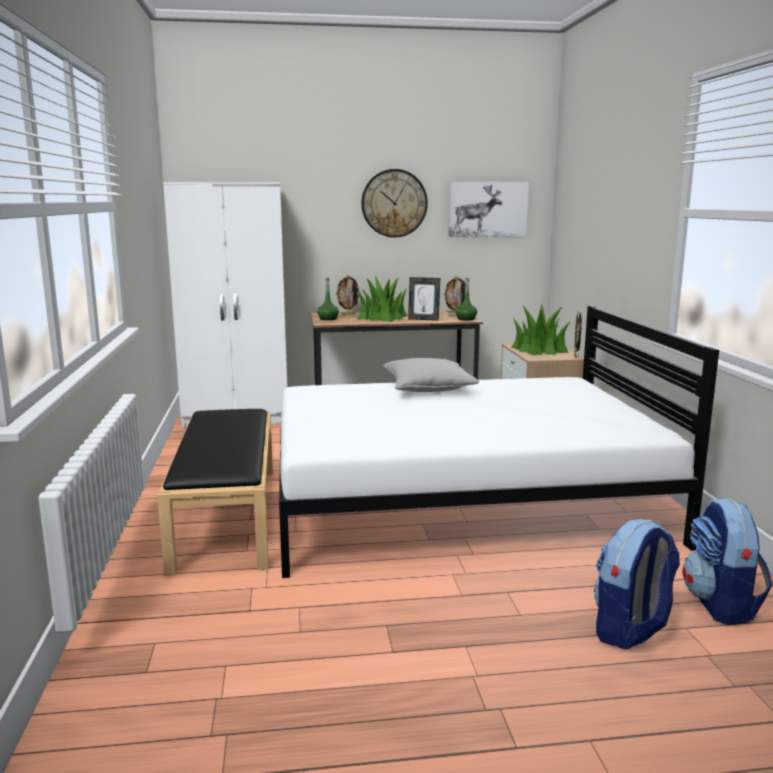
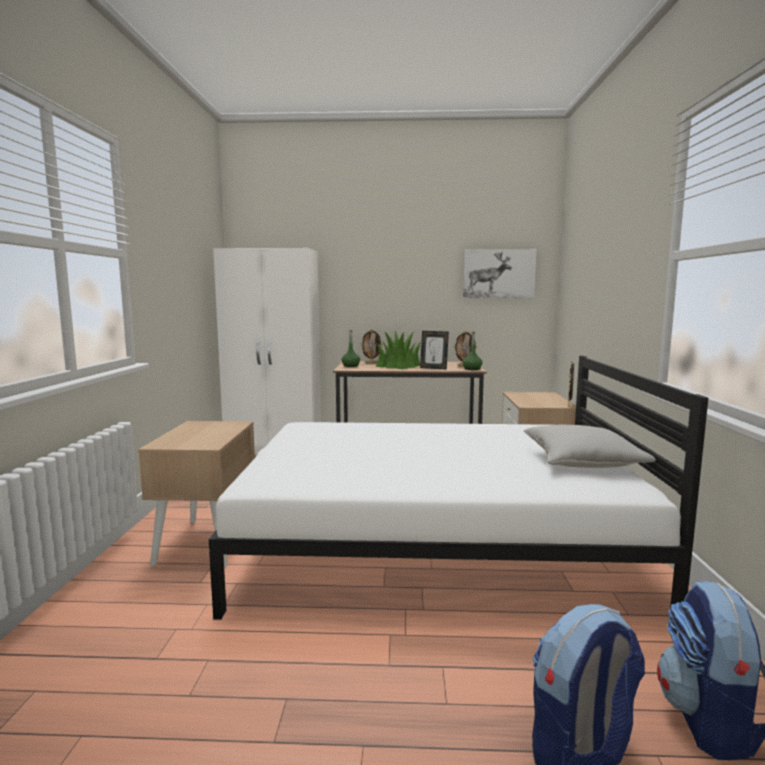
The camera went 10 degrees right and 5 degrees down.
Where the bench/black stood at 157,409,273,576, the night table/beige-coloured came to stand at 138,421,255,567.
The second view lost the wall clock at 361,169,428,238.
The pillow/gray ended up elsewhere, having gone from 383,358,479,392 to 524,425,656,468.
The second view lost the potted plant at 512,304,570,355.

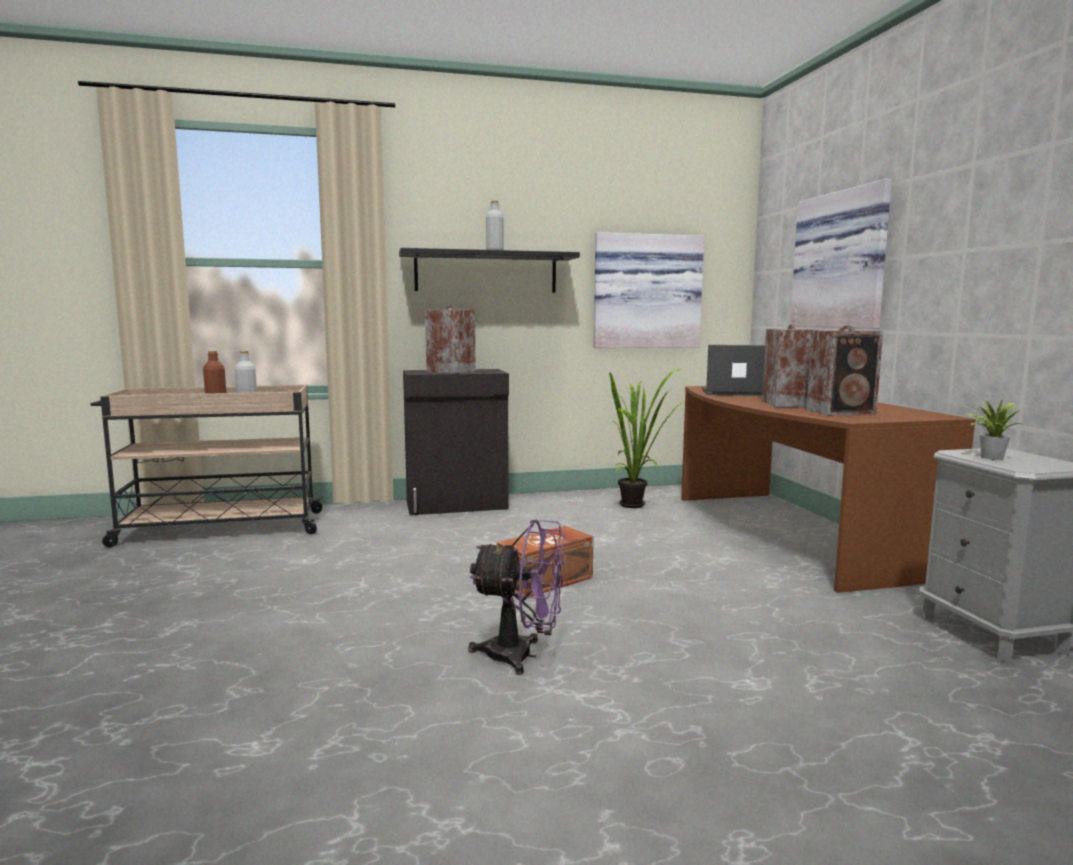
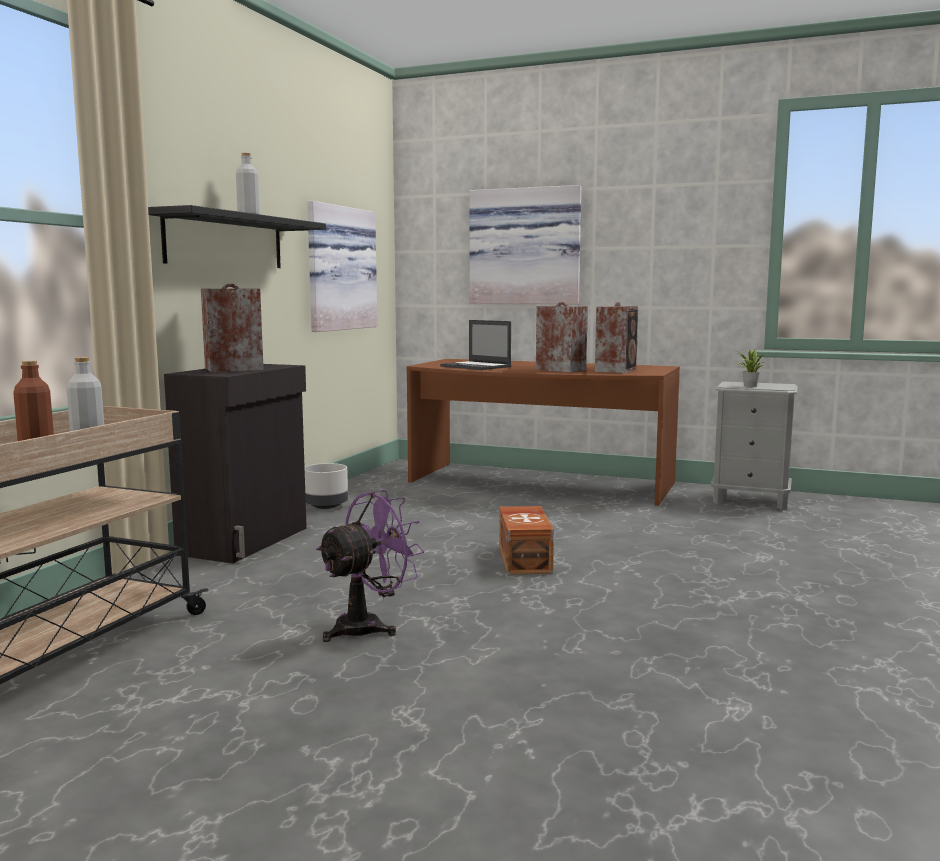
The camera went 55 degrees left and 0 degrees up.
The electric fan/purple ended up elsewhere, having gone from 469,520,566,675 to 316,490,424,642.
The second view lost the potted plant at 610,369,683,508.
The notebook computer at 702,345,765,396 ended up facing another way, 90 degrees counterclockwise from before.
The second view gained the flower pot/gray at 305,463,348,509.

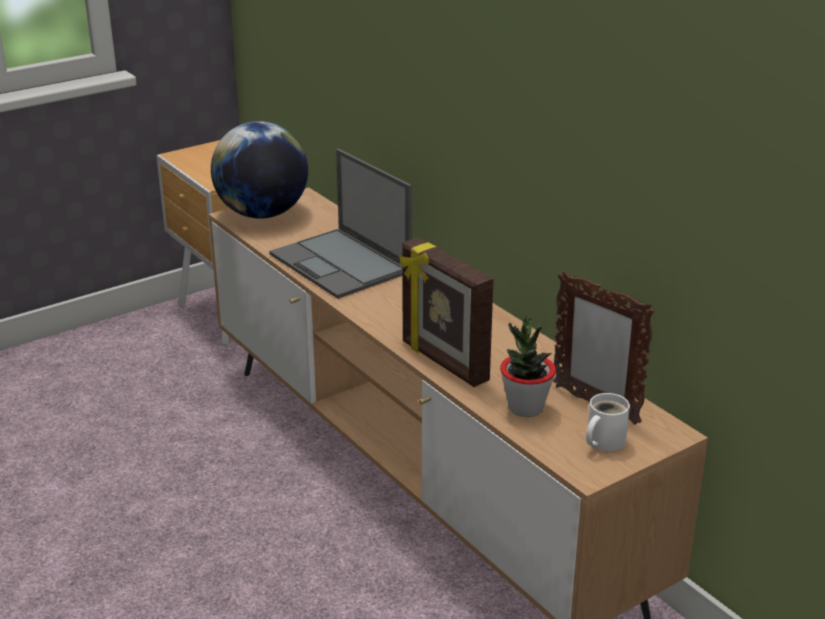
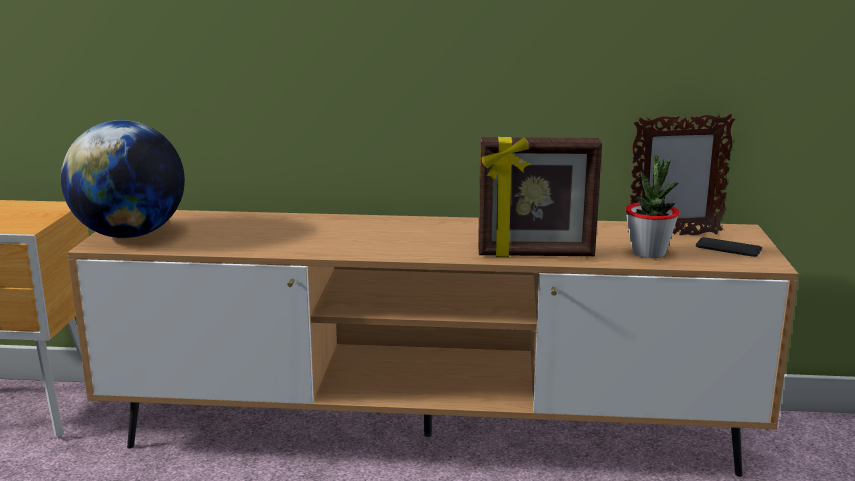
The camera went 50 degrees left and 10 degrees down.
The second view lost the notebook computer at 269,149,412,299.
Where the mug/white-coloured stood at 586,393,630,452, the telephone came to stand at 696,237,762,257.

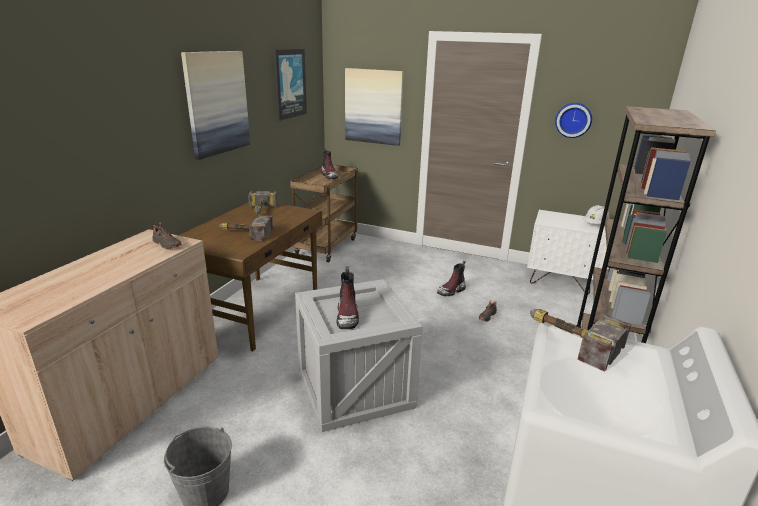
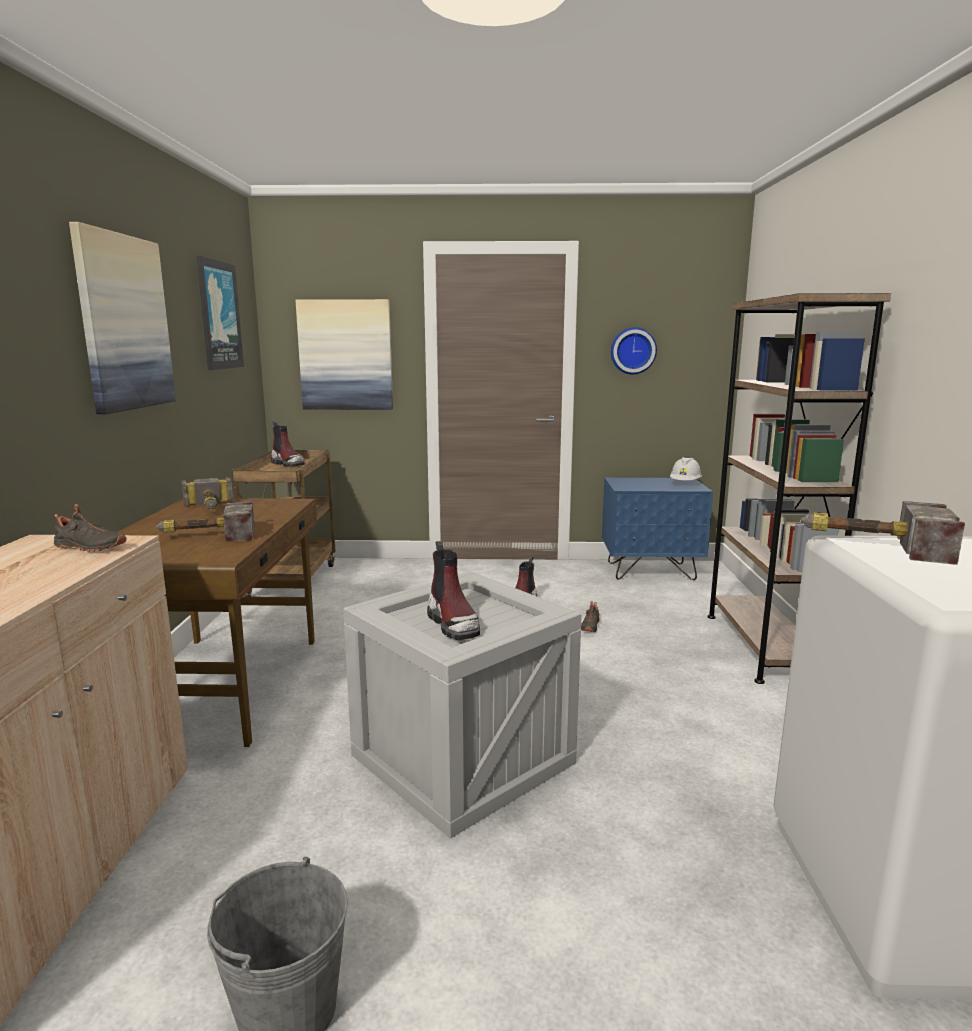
The camera went 20 degrees left and 10 degrees down.
What was the night table/white-coloured at 527,210,607,294 turned into the night table/blue at 602,478,713,580.

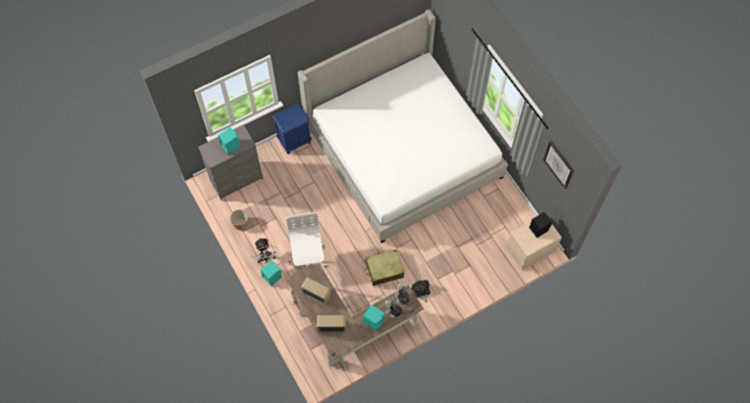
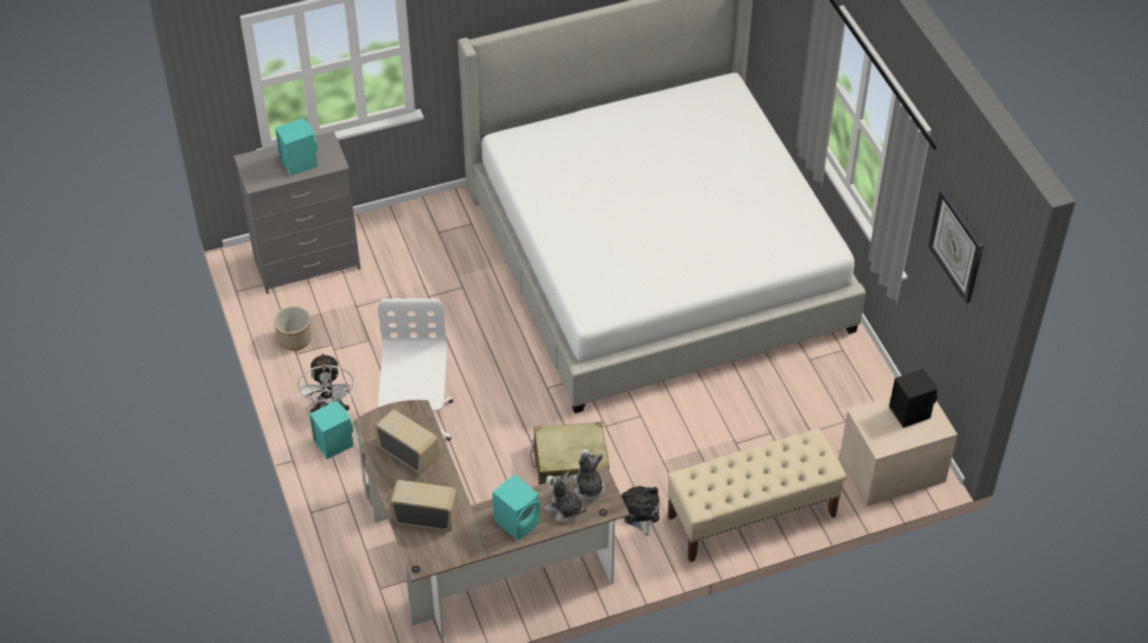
The camera went 10 degrees right and 15 degrees down.
The second view lost the night table/blue at 273,103,312,154.
The second view gained the bench/beige-coloured at 667,428,847,562.

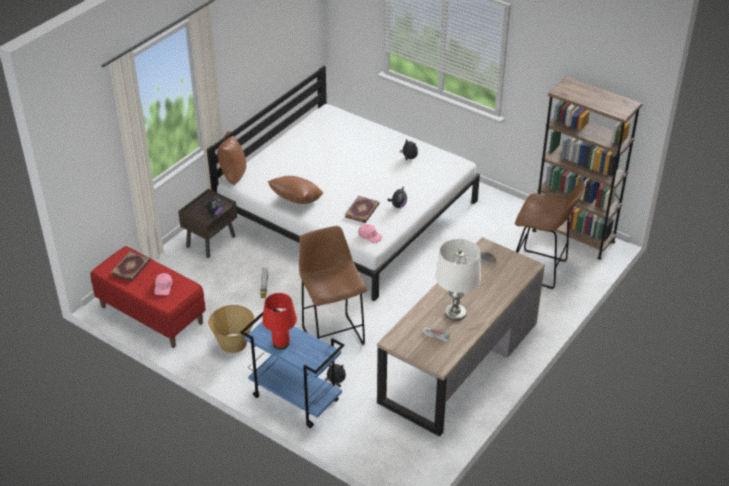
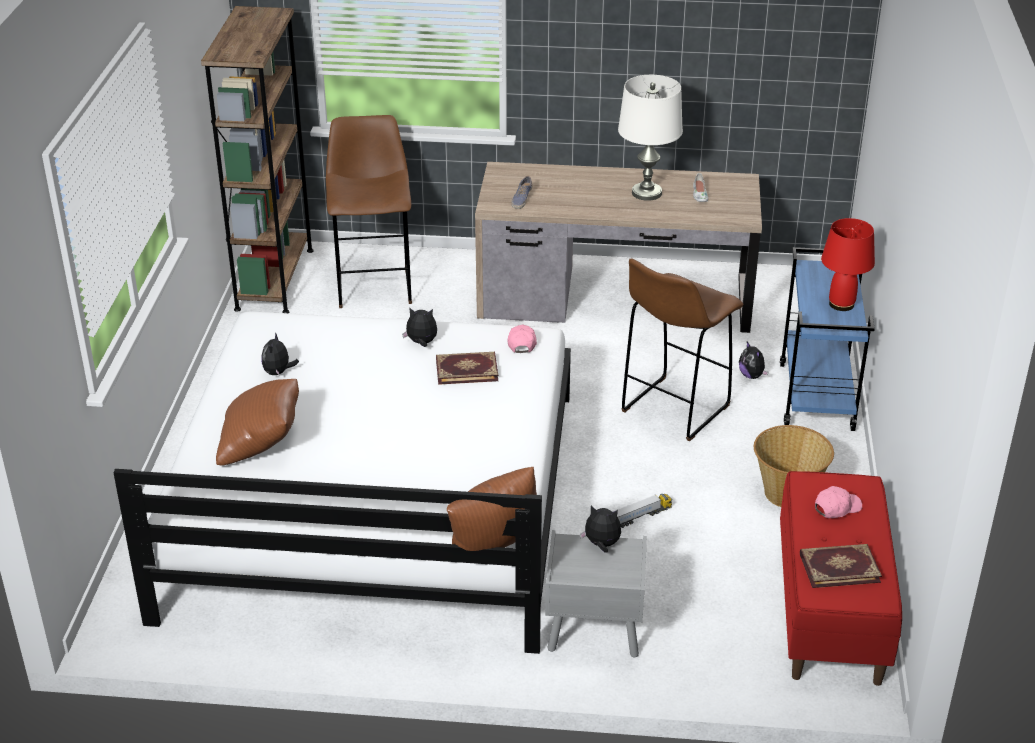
The camera went 120 degrees left and 5 degrees down.
What was the night table/brownish at 178,189,237,258 turned into the night table/gray at 545,530,647,658.
The pillow/brownish ended up elsewhere, having gone from 268,176,323,204 to 216,379,299,466.

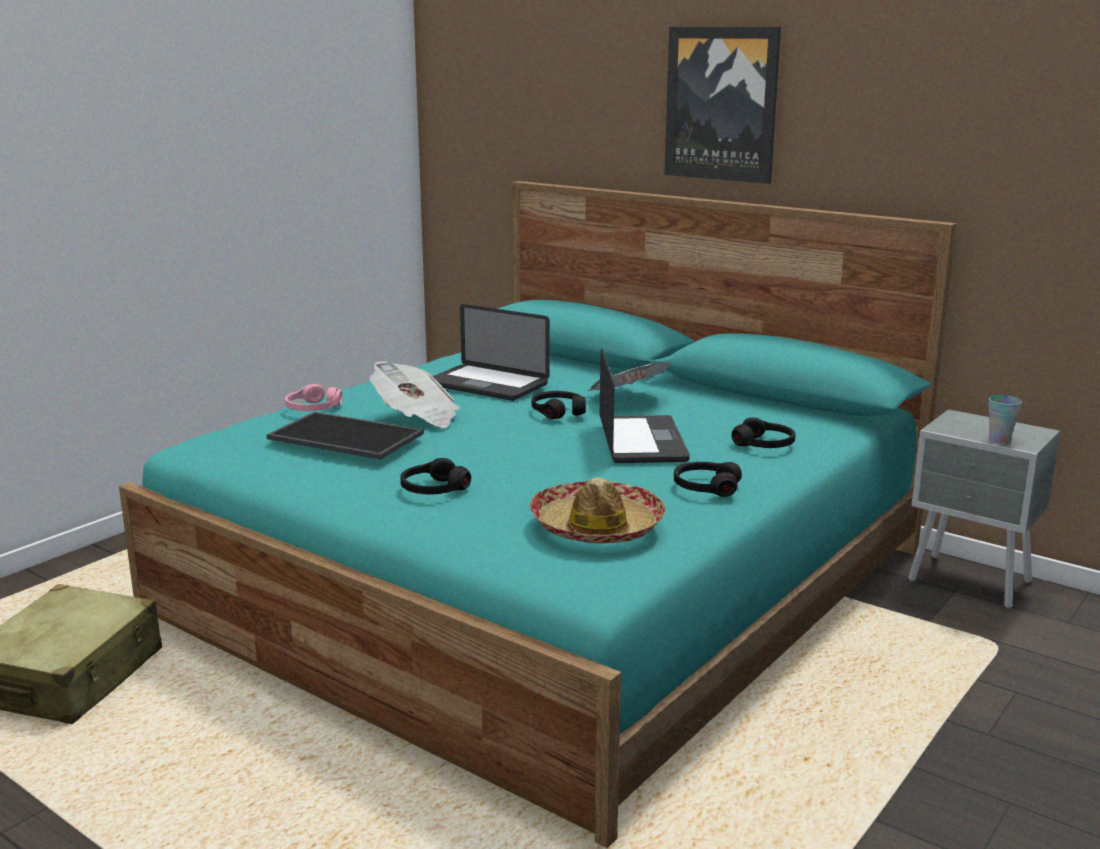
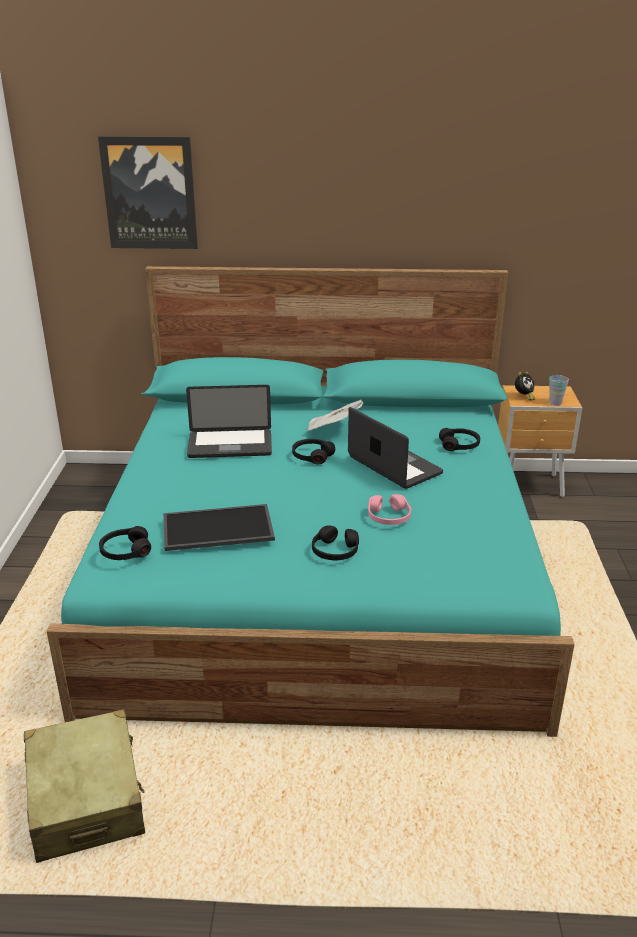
The camera went 35 degrees left and 10 degrees up.
The headphones/pinkish ended up elsewhere, having gone from 285,384,342,411 to 368,494,411,525.
The second view lost the printed paper at 370,361,460,428.
The second view lost the hat at 529,478,665,543.
The picture ended up elsewhere, having gone from 664,27,781,184 to 98,136,198,249.
The headphones/black ended up elsewhere, having gone from 674,462,742,497 to 99,526,151,560.
What was the night table/gray at 908,409,1060,609 turned into the night table/brownish at 498,385,582,497.
The second view gained the bedside clock at 515,372,535,401.

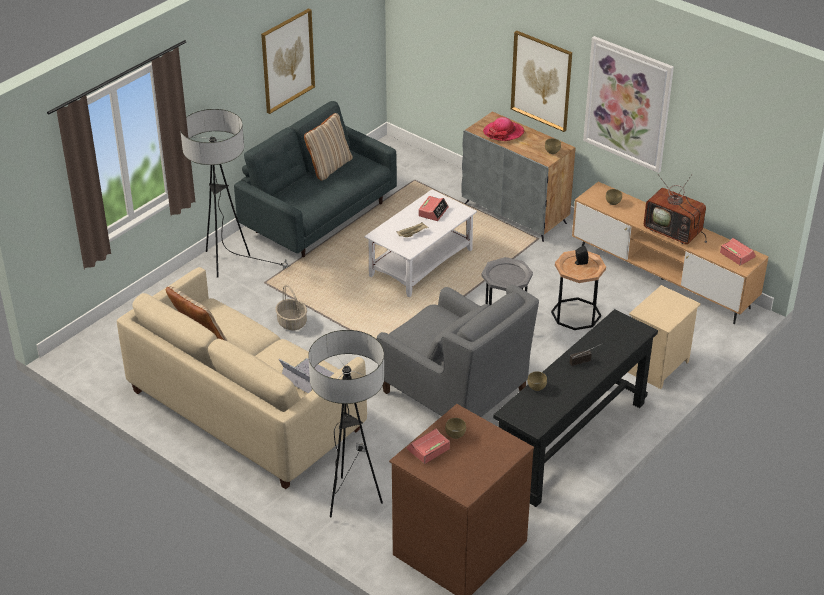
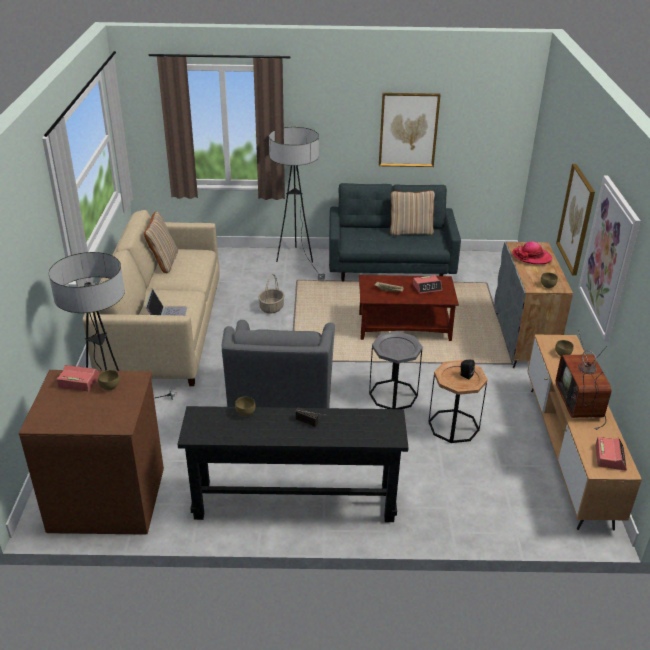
The camera went 50 degrees right and 5 degrees down.
What was the lounge table/white-coloured at 364,189,477,297 turned into the lounge table/brownish at 359,275,459,341.
The second view lost the night table/beige-coloured at 628,285,701,389.

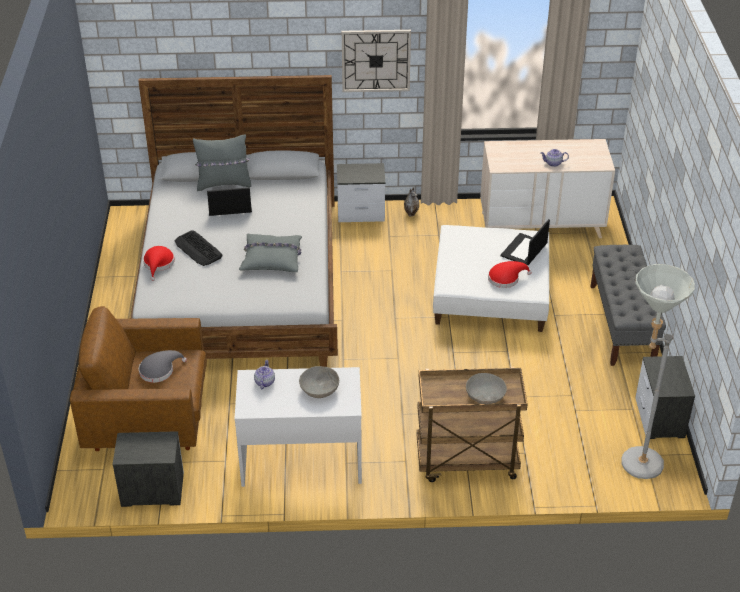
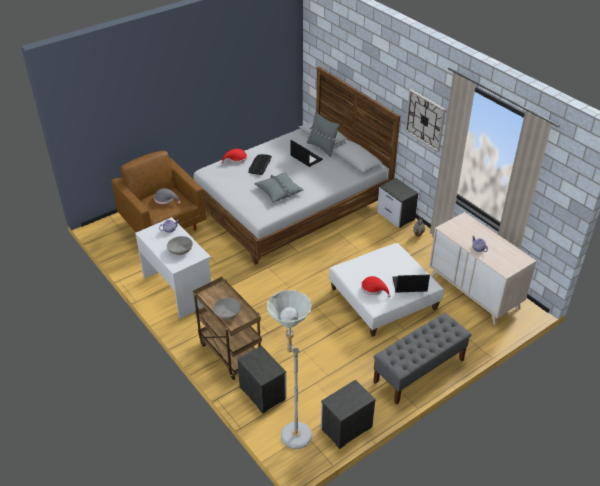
The camera went 55 degrees right and 0 degrees up.
The night table ended up elsewhere, having gone from 112,431,184,507 to 237,346,287,413.

